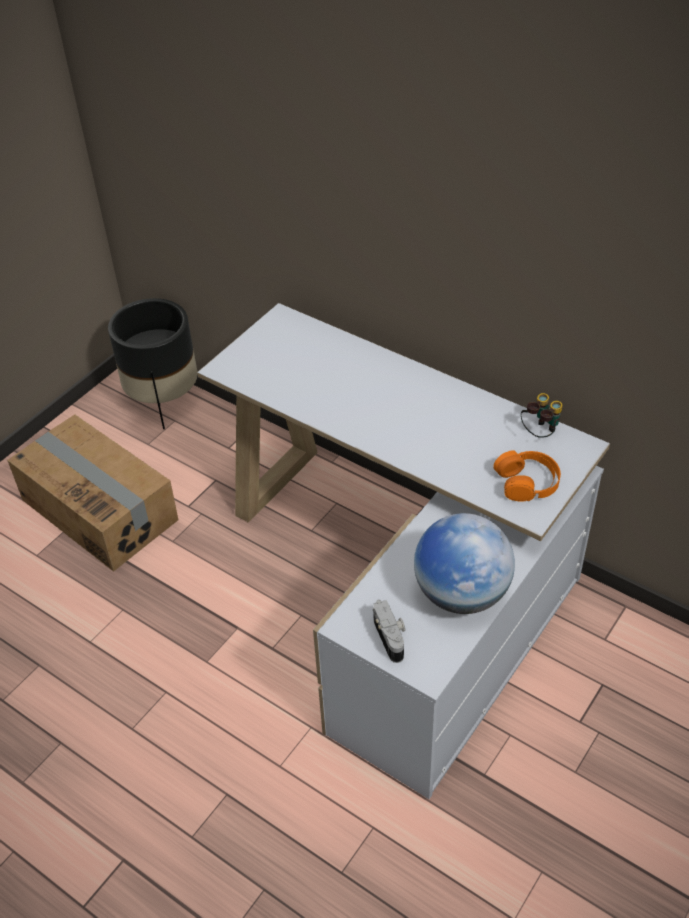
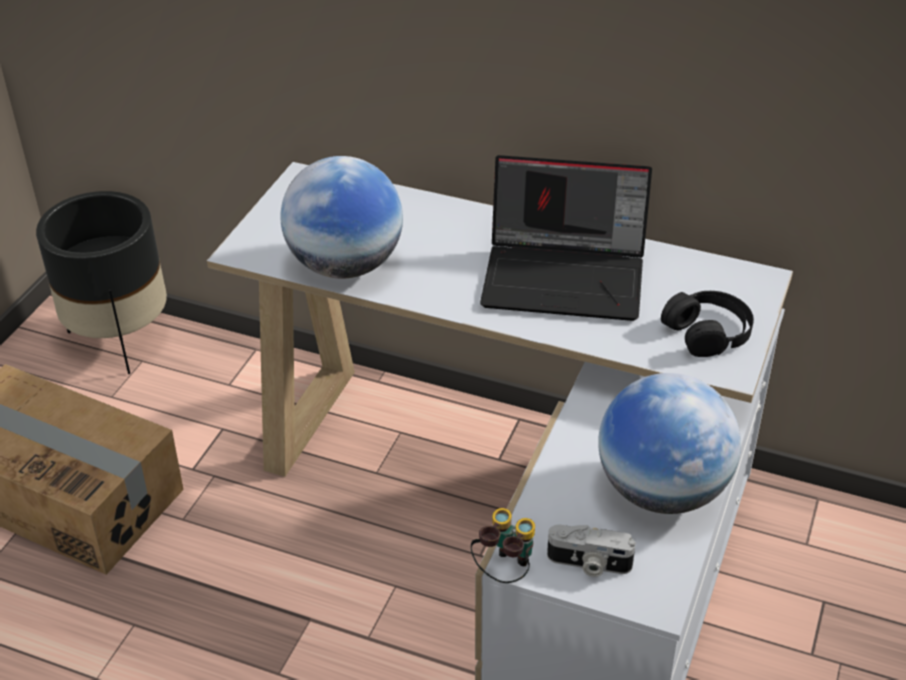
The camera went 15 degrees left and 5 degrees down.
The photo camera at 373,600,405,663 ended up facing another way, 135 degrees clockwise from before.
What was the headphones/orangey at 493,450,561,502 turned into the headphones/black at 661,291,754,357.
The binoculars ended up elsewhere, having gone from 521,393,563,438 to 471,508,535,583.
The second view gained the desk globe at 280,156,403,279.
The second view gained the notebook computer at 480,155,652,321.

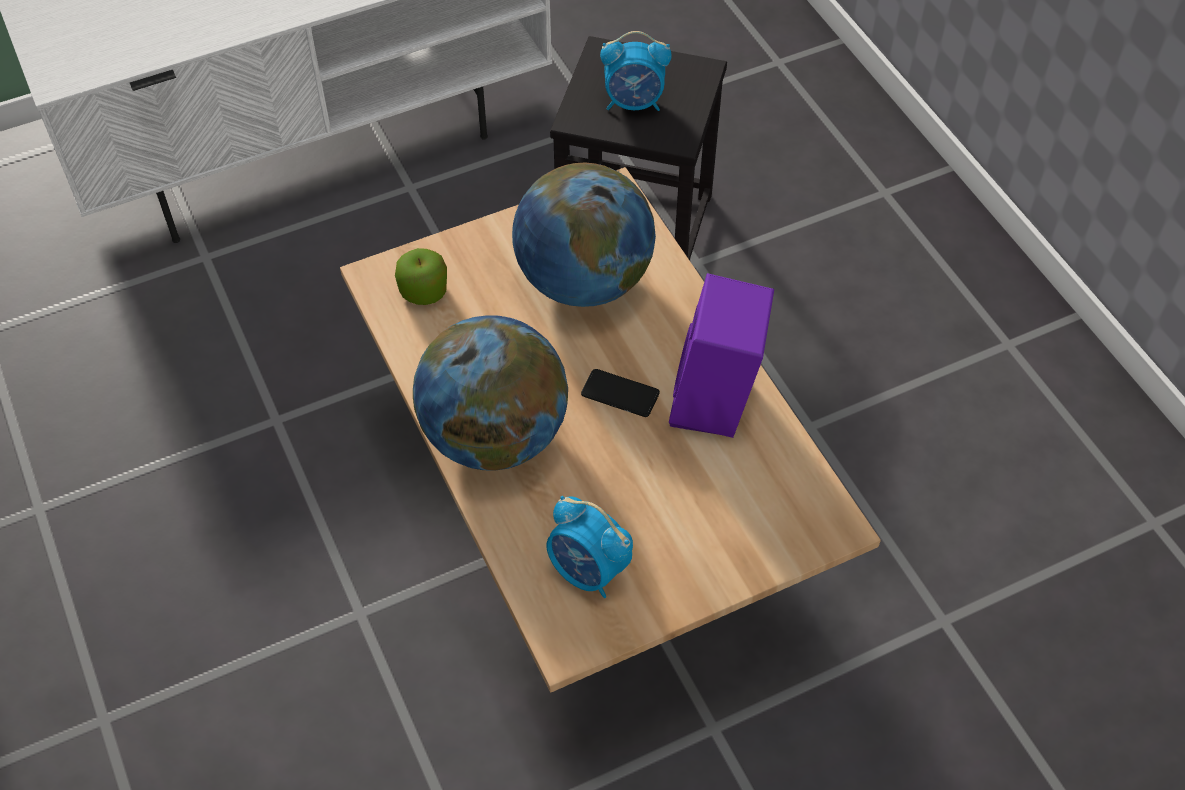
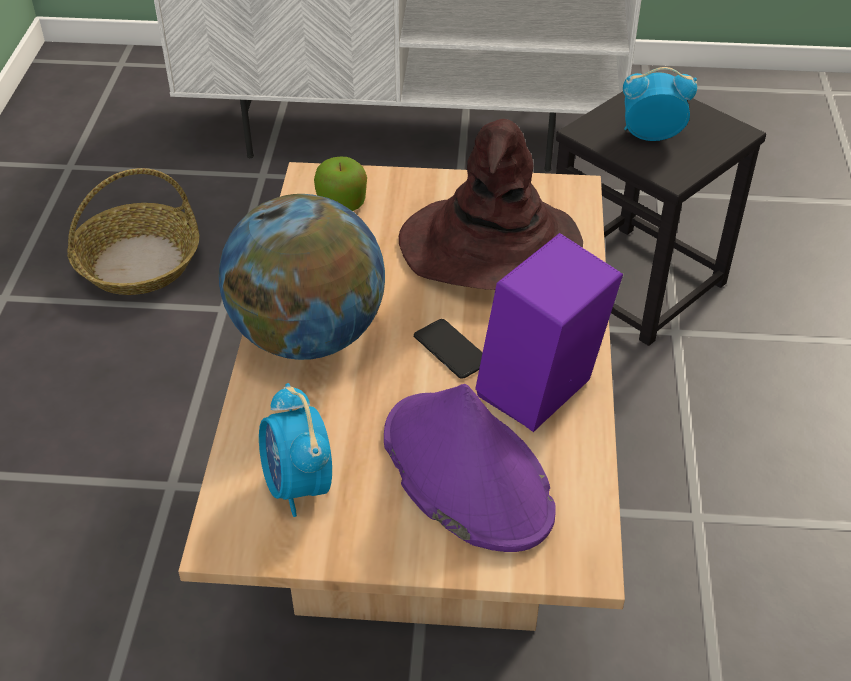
The camera went 30 degrees right and 10 degrees down.
Where the desk globe stood at 512,163,656,307, the hat/brownish came to stand at 399,119,583,290.
The bedside clock at 600,31,672,111 ended up facing another way, 150 degrees clockwise from before.
The second view gained the basket at 67,168,199,295.
The second view gained the hat/purple at 384,384,556,552.

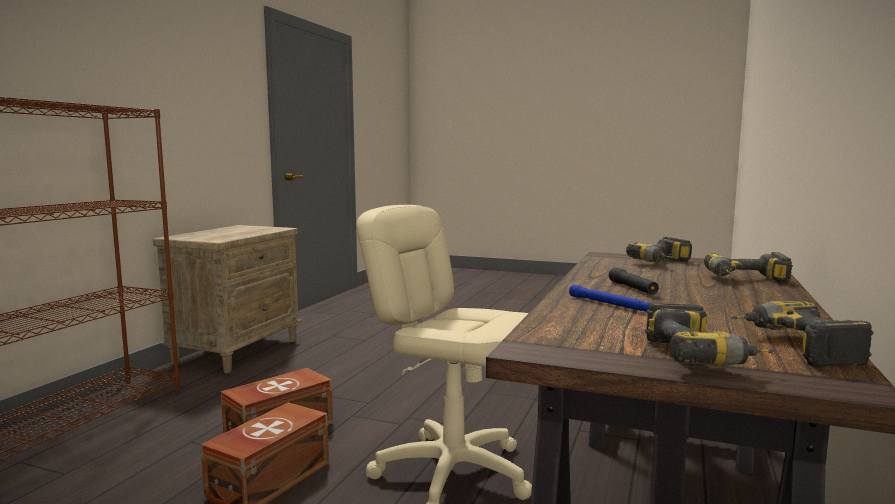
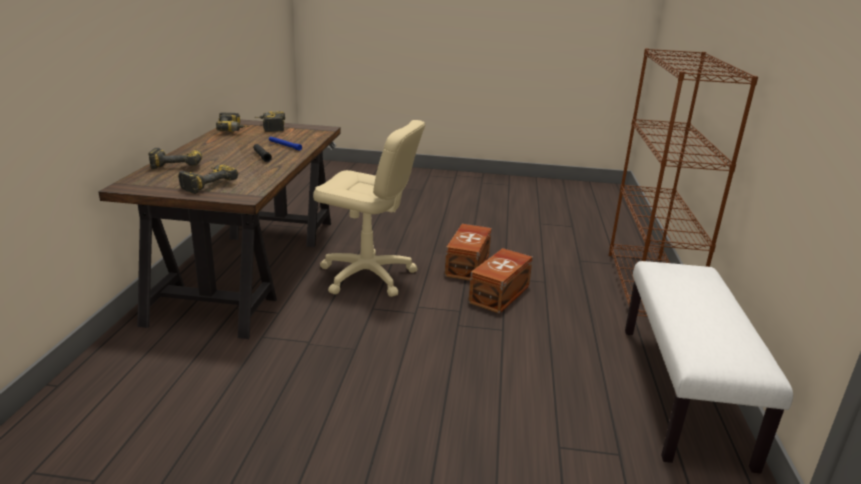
The camera went 165 degrees right and 15 degrees up.
Where the night table/beige-coloured stood at 153,225,303,373, the bench/white-coloured came to stand at 625,261,793,474.

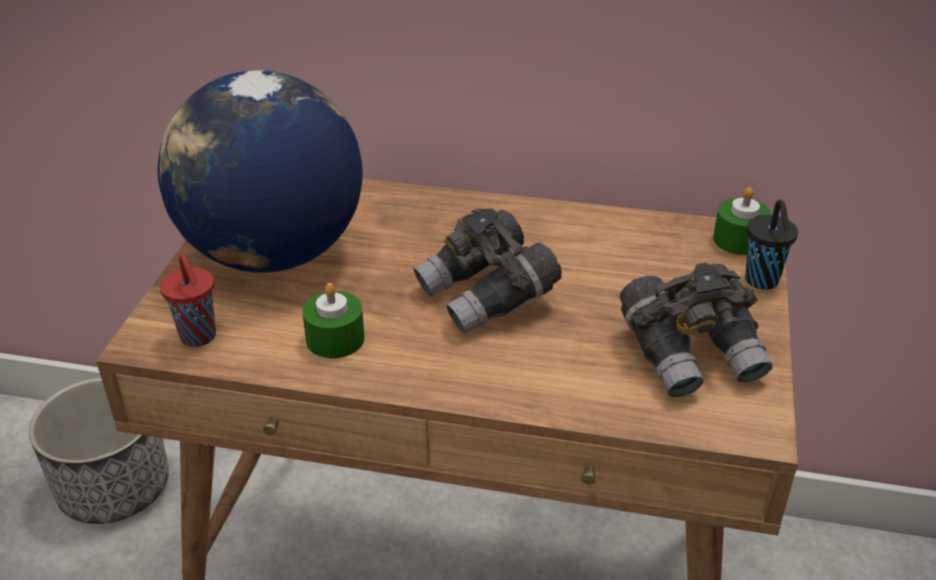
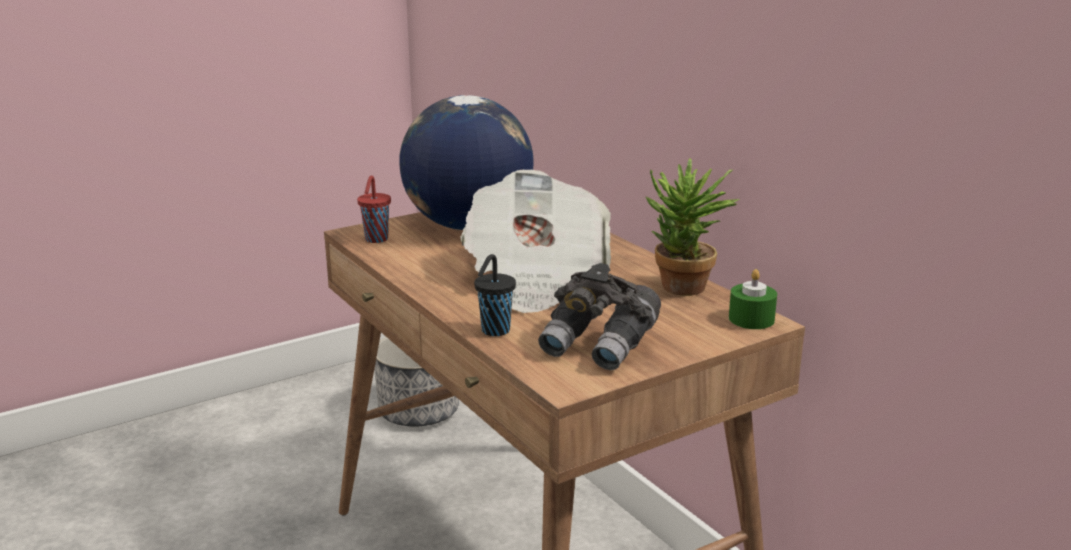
The camera went 45 degrees right and 15 degrees down.
The second view lost the candle/green-coloured at 302,283,365,358.
Where the binoculars/gray stood at 413,208,562,334, the printed paper came to stand at 460,170,611,313.
The drinking cup/black ended up elsewhere, having gone from 745,200,798,290 to 474,254,516,336.
The second view gained the potted plant at 645,158,739,296.

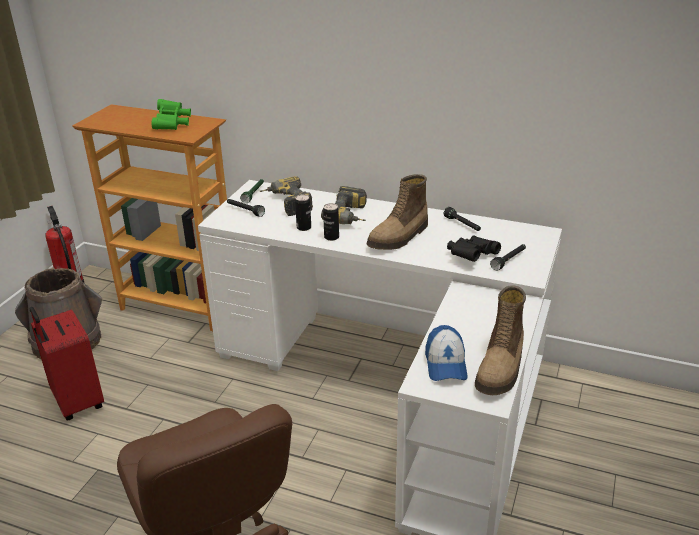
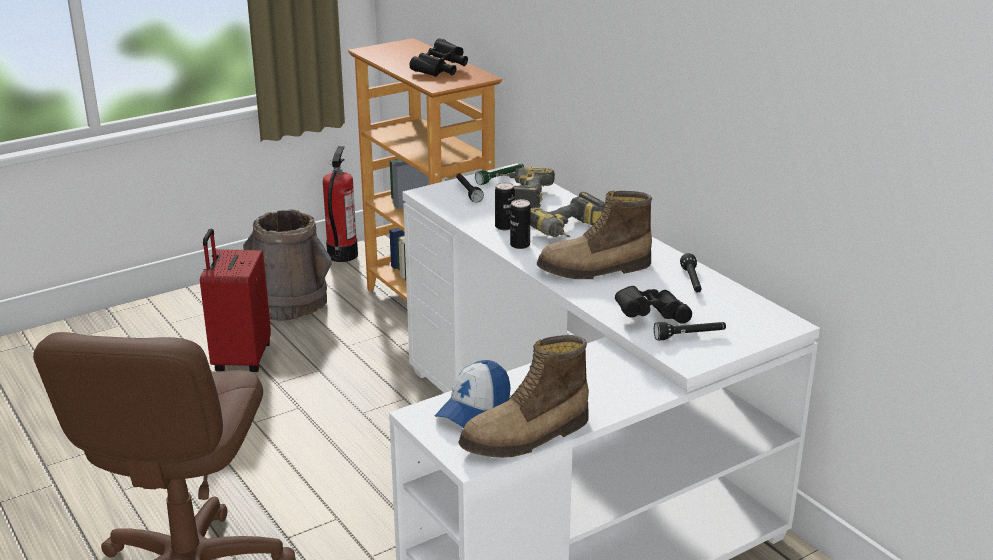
The camera went 35 degrees right and 5 degrees down.
What was the binoculars/green-coloured at 152,99,191,130 turned into the binoculars/black at 409,38,468,77.

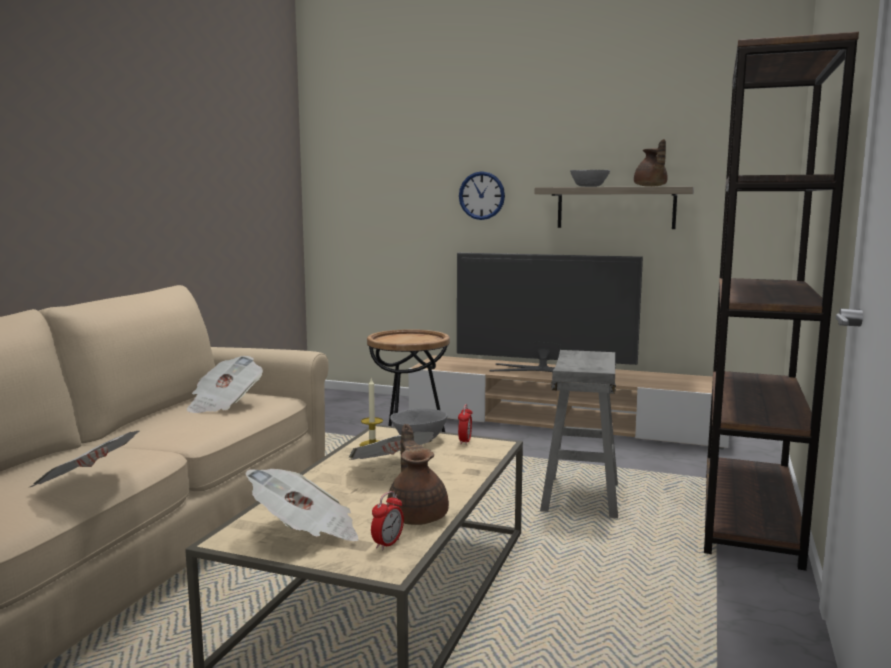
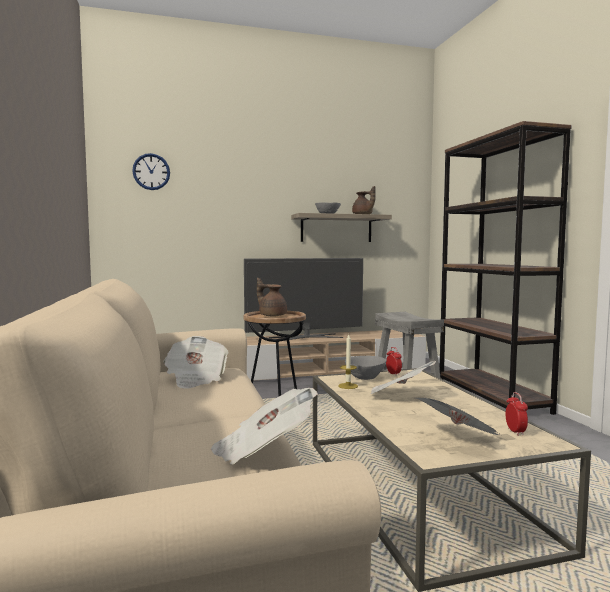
The camera went 35 degrees left and 5 degrees down.
The pot for tea/brownish ended up elsewhere, having gone from 387,424,449,525 to 257,278,287,316.
The wall clock ended up elsewhere, having gone from 459,171,505,220 to 132,153,170,190.

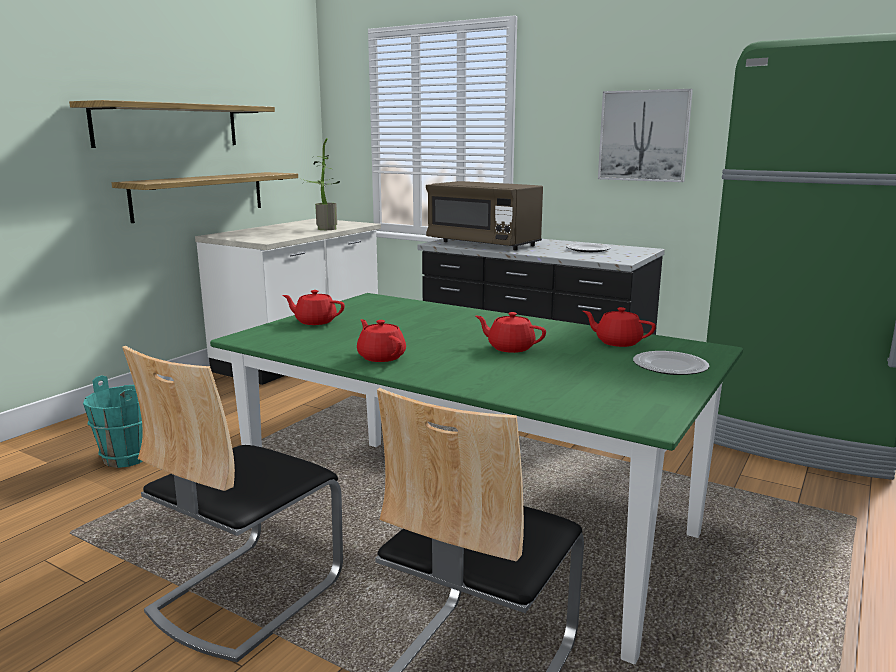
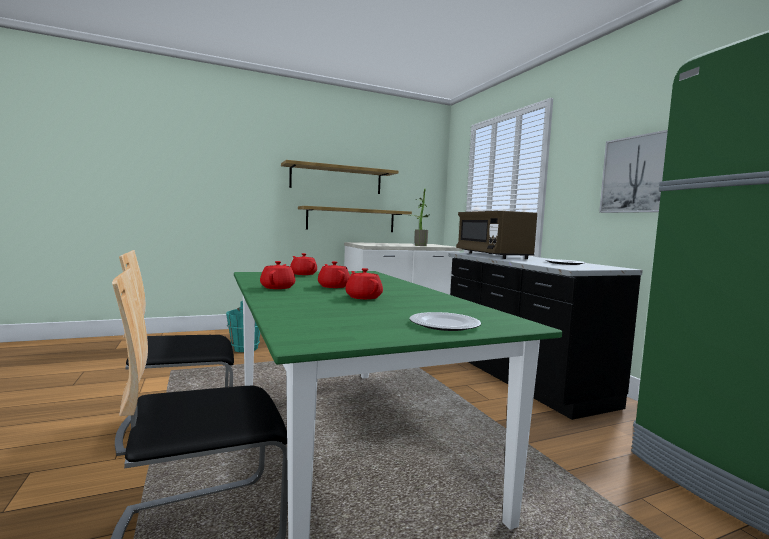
The camera went 35 degrees right and 10 degrees down.
The pot for tea/red ended up elsewhere, having gone from 583,307,656,347 to 318,261,350,288.

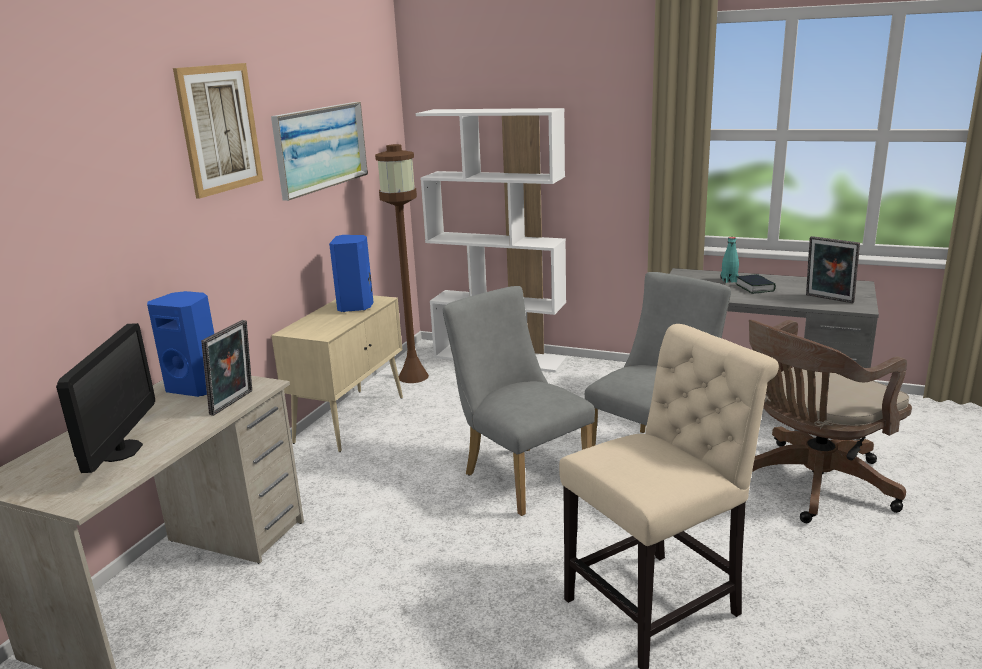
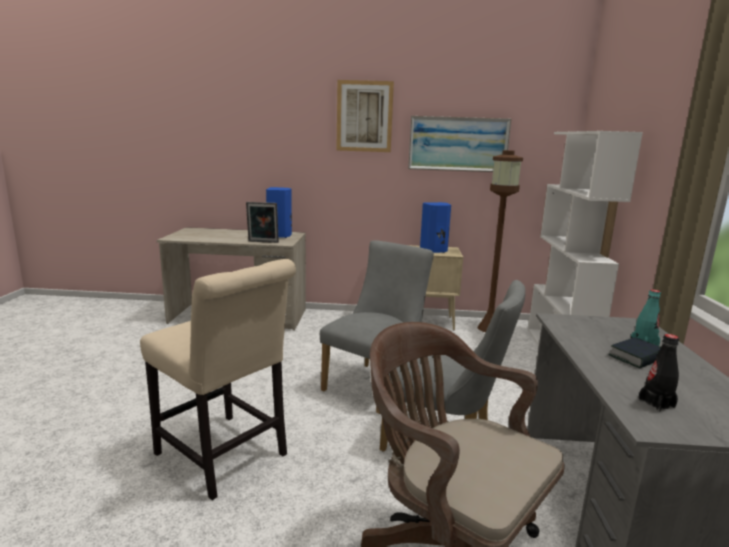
The camera went 70 degrees right and 5 degrees down.
The second view lost the computer display at 56,323,155,473.
Where the picture frame stood at 806,236,860,303, the drink bottle/black came to stand at 638,334,679,412.

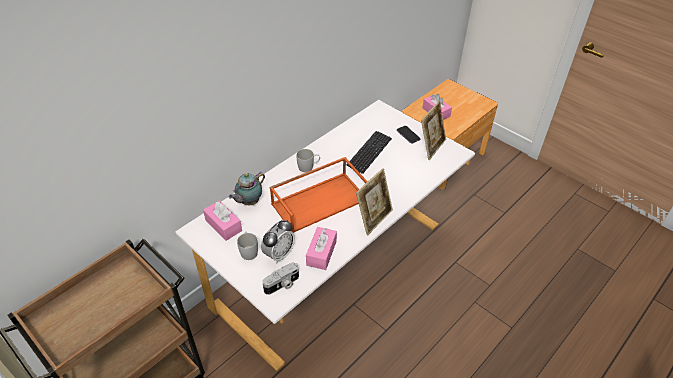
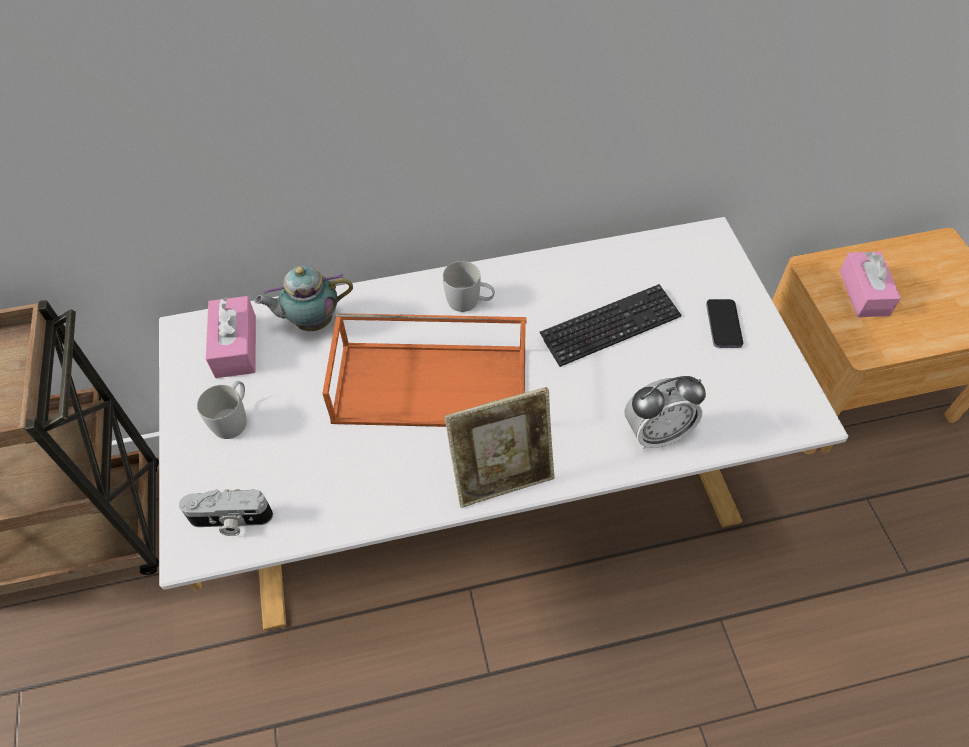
The camera went 35 degrees right and 10 degrees up.
The bedside clock ended up elsewhere, having gone from 261,220,295,263 to 624,376,706,449.
The second view lost the tissue holder/pinkish at 306,227,337,270.
The second view lost the picture frame at 421,101,446,160.

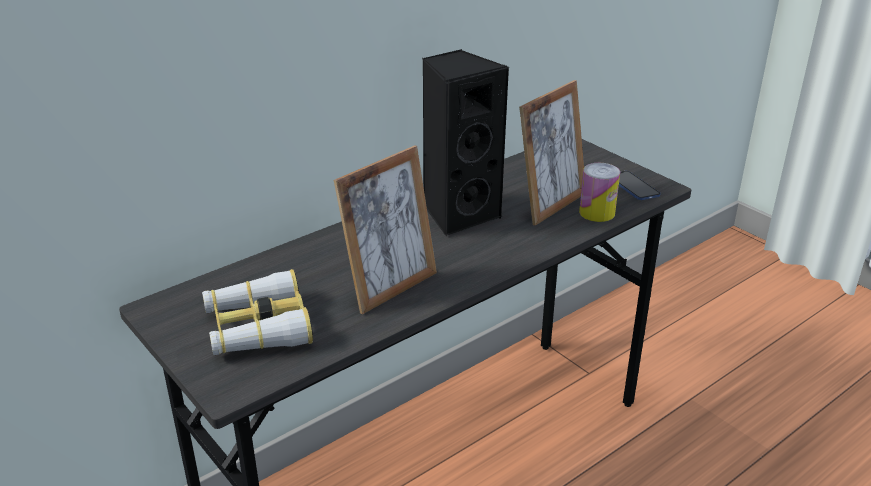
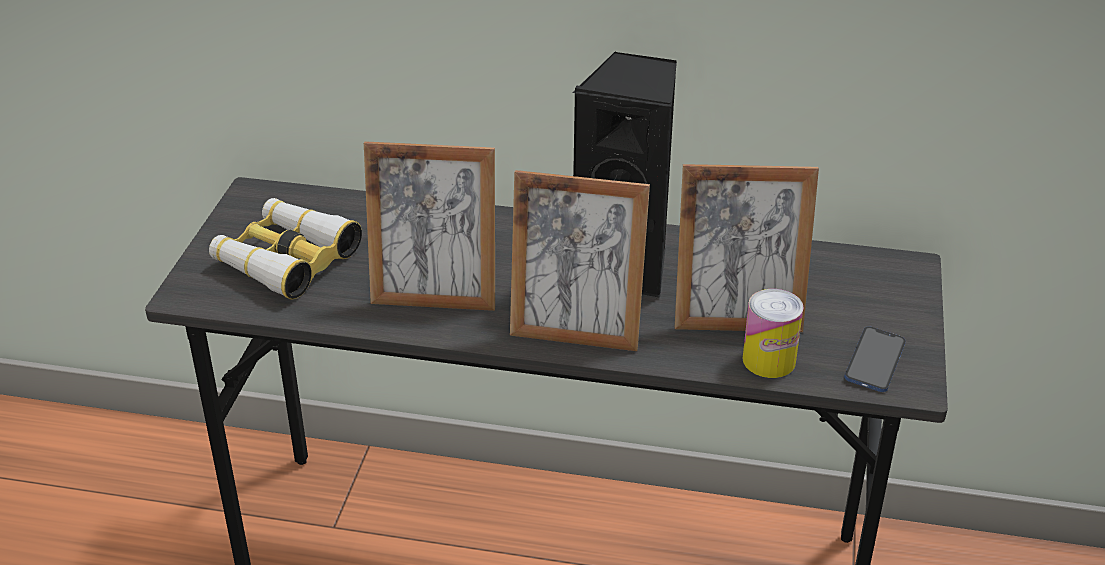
The camera went 50 degrees right and 5 degrees up.
The second view gained the picture frame at 510,170,650,351.

